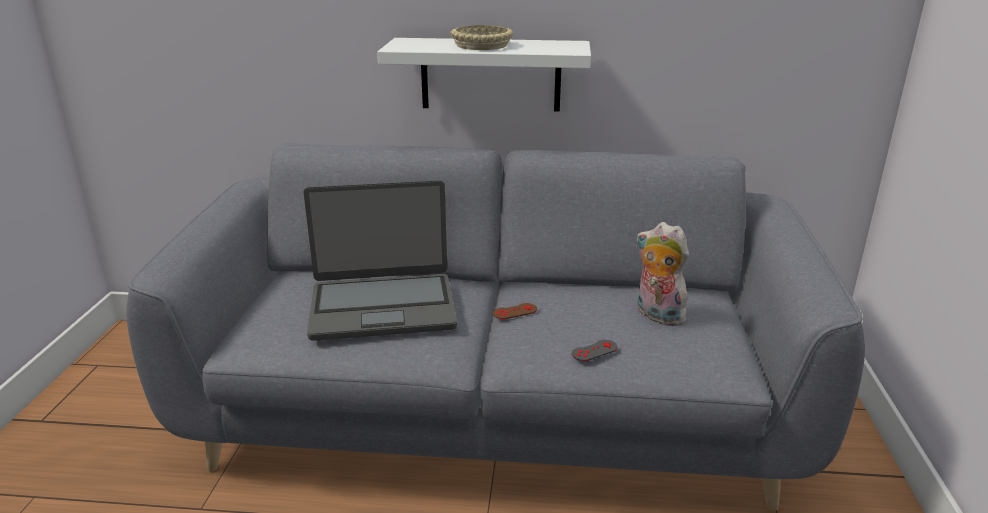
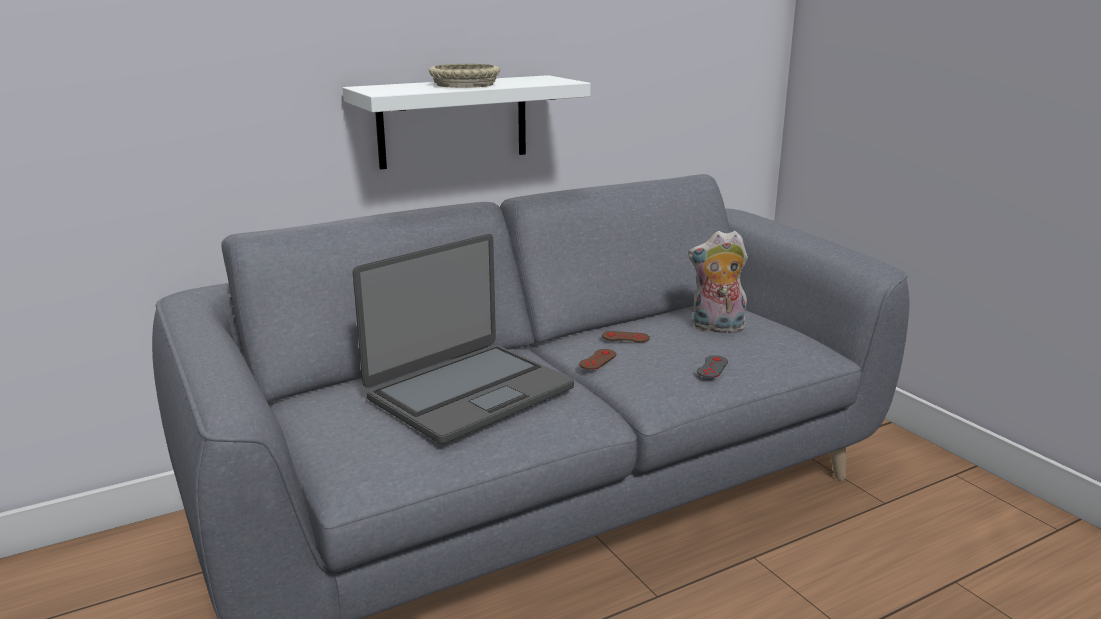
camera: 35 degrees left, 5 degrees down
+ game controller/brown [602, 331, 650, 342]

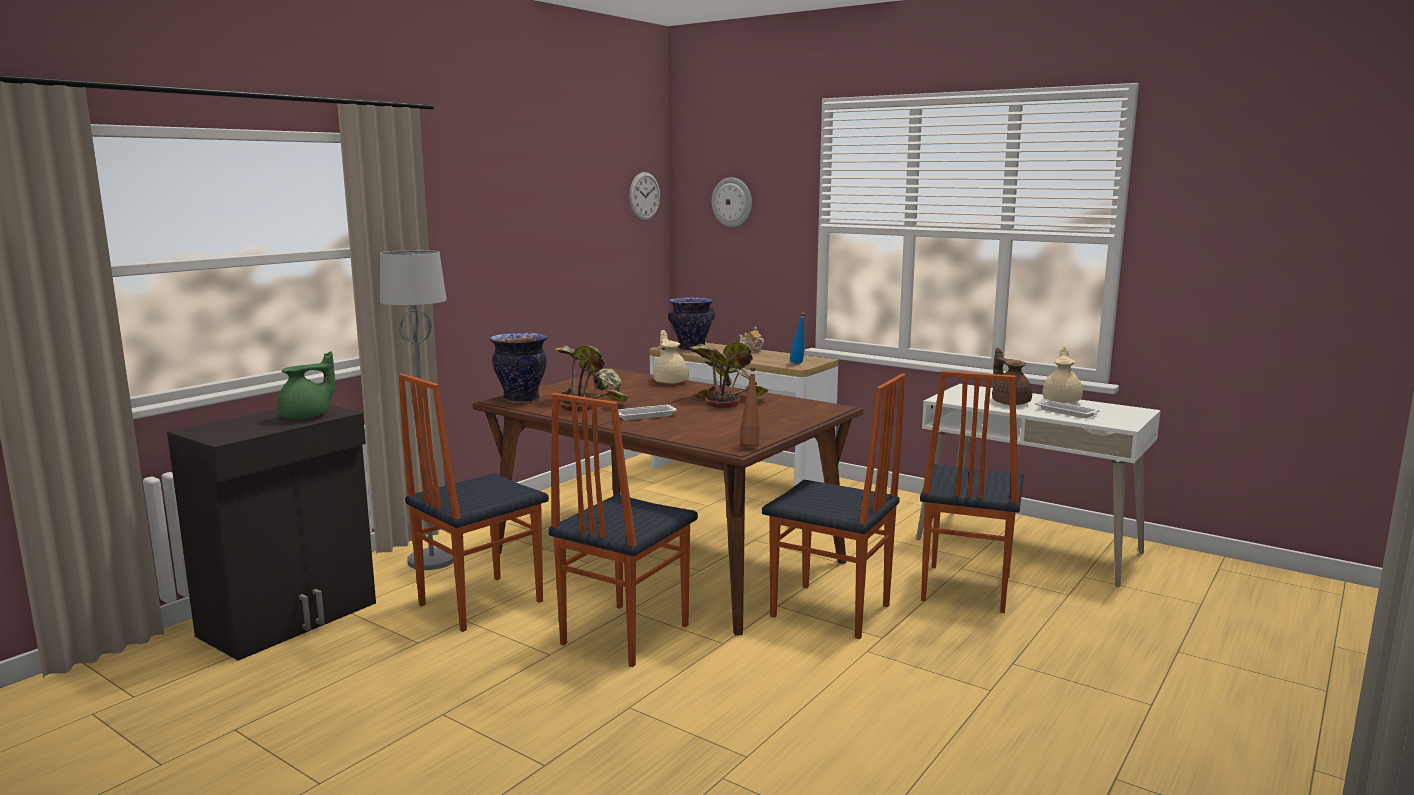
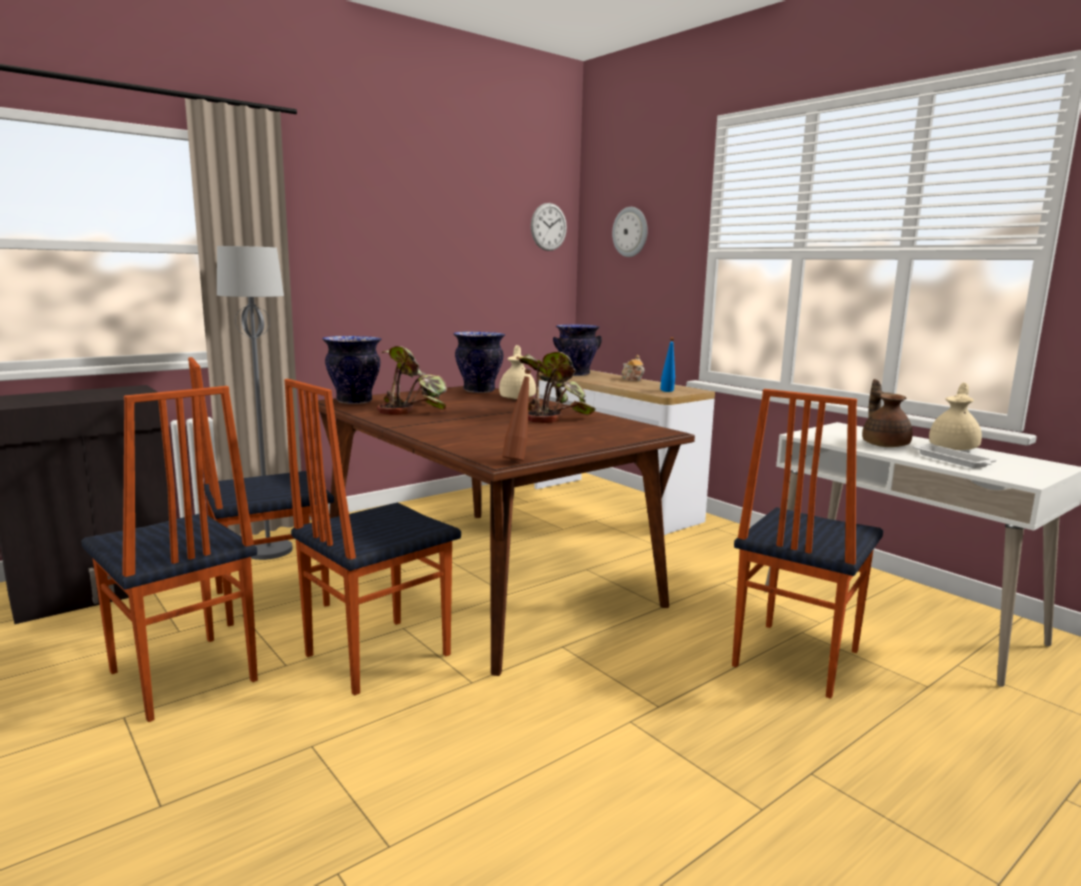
camera: 15 degrees right, 0 degrees up
- teapot/green [277, 351, 335, 419]
~ chair [762, 374, 905, 639] to [81, 386, 258, 722]
- tray/white [618, 405, 677, 420]
+ vase [453, 332, 505, 393]

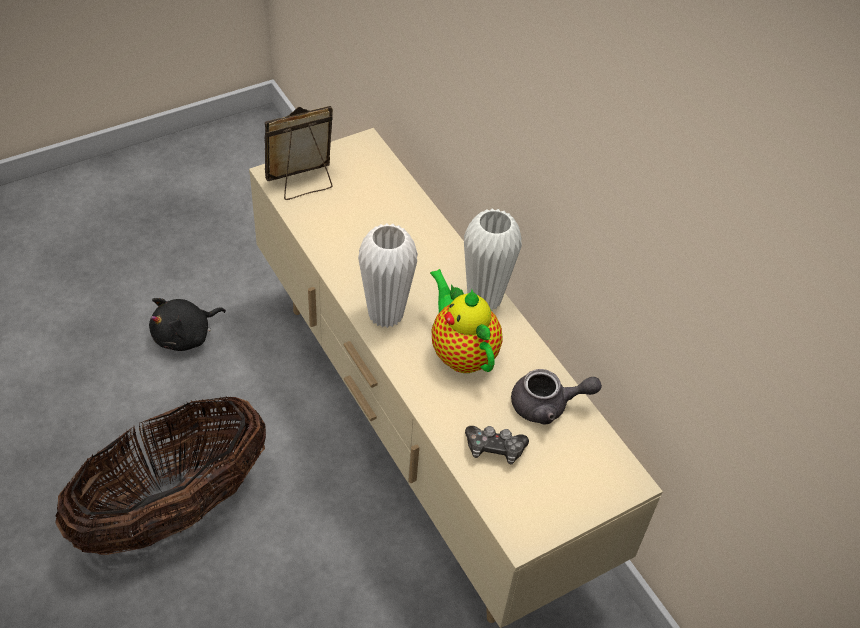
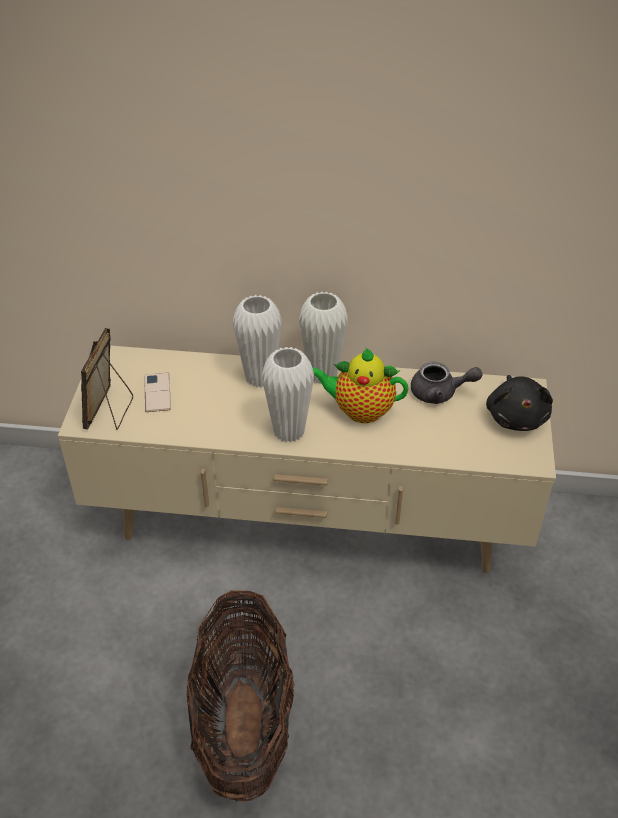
camera: 50 degrees left, 5 degrees down
~ plush toy/black [149, 298, 226, 351] to [486, 375, 553, 431]
~ teapot/grey [511, 369, 602, 424] = [411, 362, 483, 404] 60 degrees clockwise
- game controller [465, 426, 529, 464]
+ vase/white [233, 295, 282, 388]
+ phone [145, 373, 171, 412]

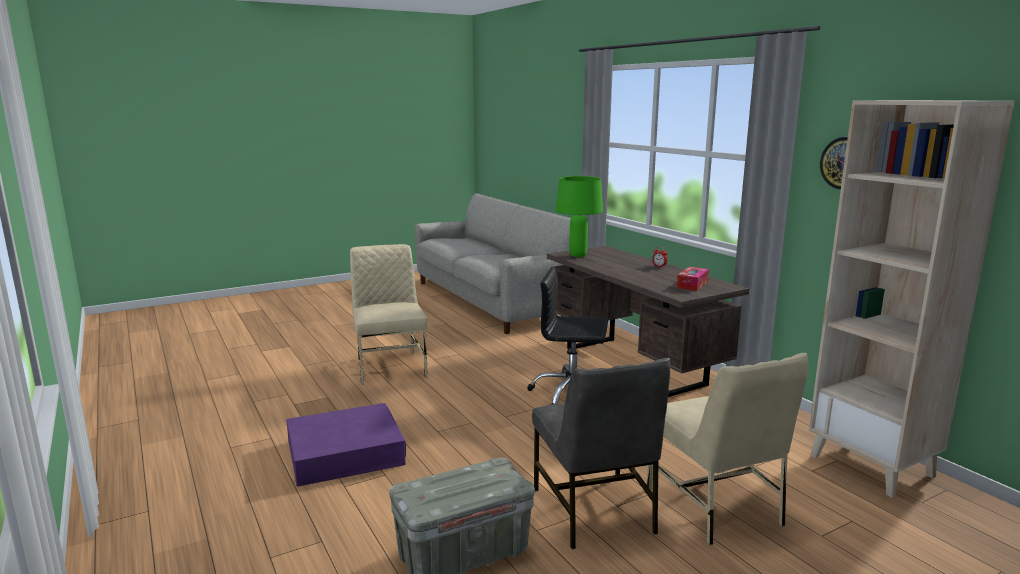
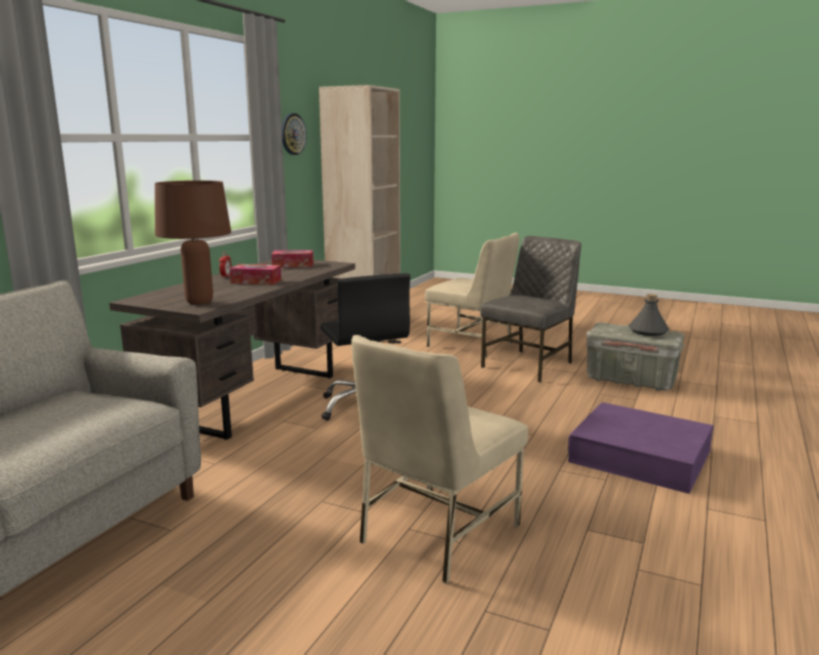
camera: 125 degrees left, 0 degrees up
~ table lamp/green [556, 176, 603, 257] to table lamp/brown [155, 180, 231, 305]
~ chair/beige [647, 353, 809, 546] = [425, 233, 519, 358] 90 degrees clockwise
+ tissue box [230, 264, 281, 285]
+ bottle/grey [628, 294, 669, 336]

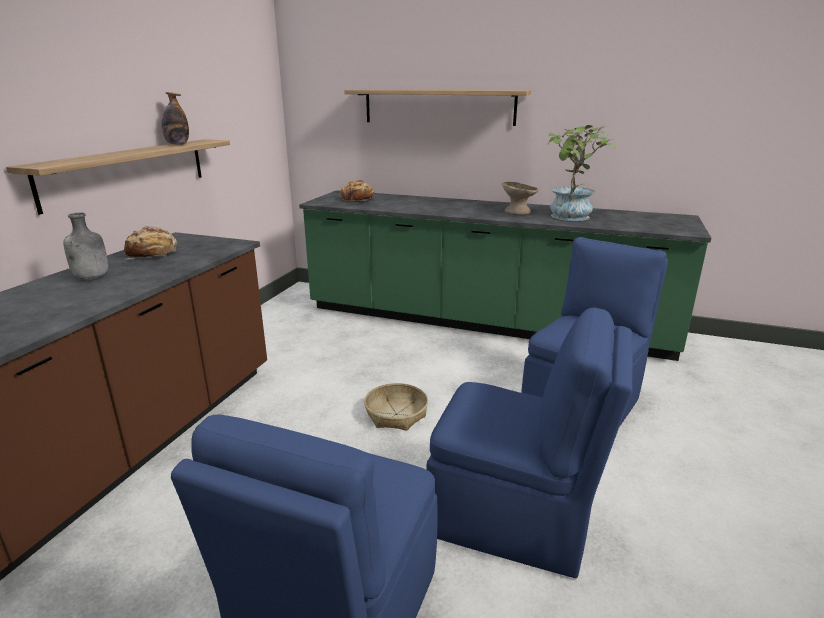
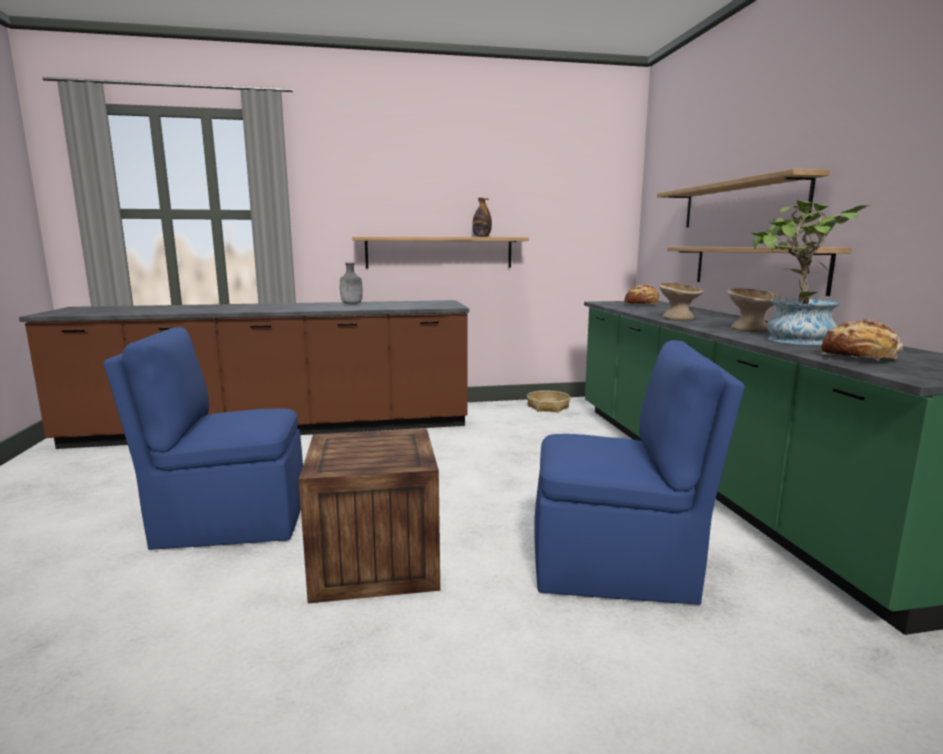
camera: 60 degrees right, 10 degrees down
~ bread [124, 226, 177, 259] to [821, 319, 903, 361]
~ chair/blue [426, 307, 633, 578] to crate [299, 428, 440, 603]
~ basket [364, 383, 428, 431] to [527, 390, 570, 412]
+ shelf [667, 247, 852, 296]
+ bowl/beige [659, 283, 704, 320]

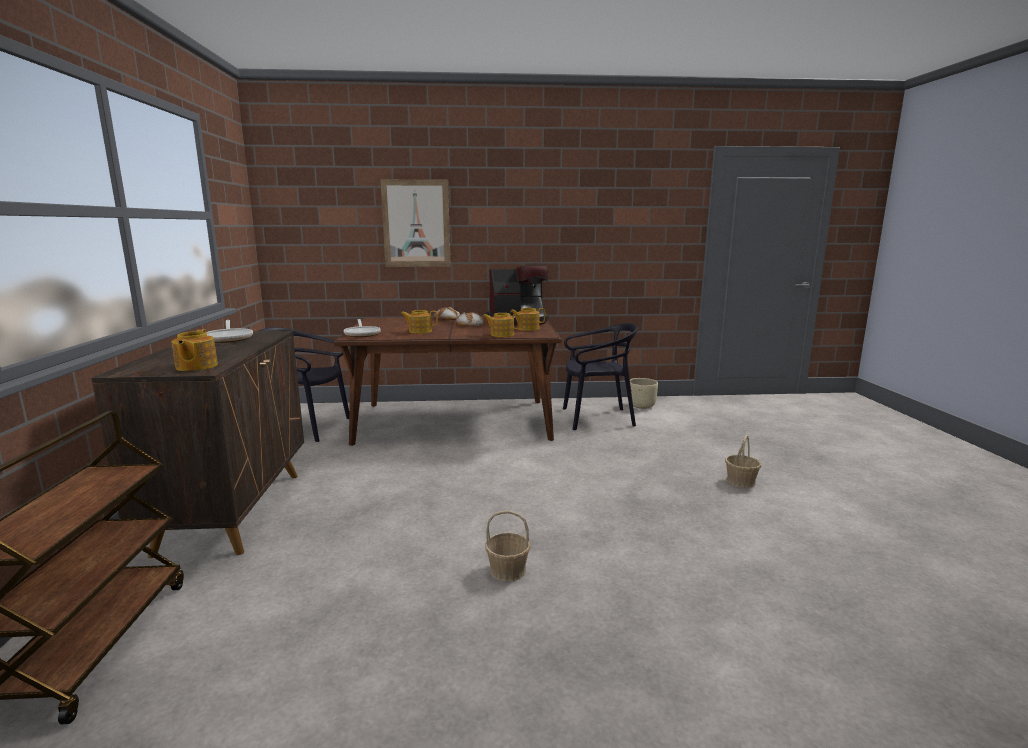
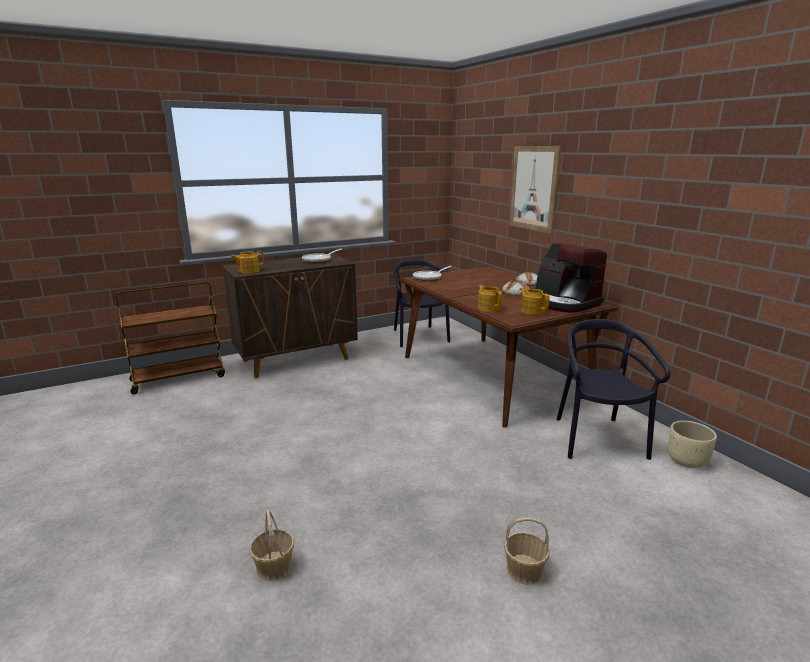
camera: 65 degrees right, 5 degrees up
- teapot [401, 310, 437, 334]
~ chair/black [563, 323, 638, 430] = [557, 319, 671, 460] 150 degrees counterclockwise
~ basket [485, 510, 531, 582] to [249, 510, 294, 581]

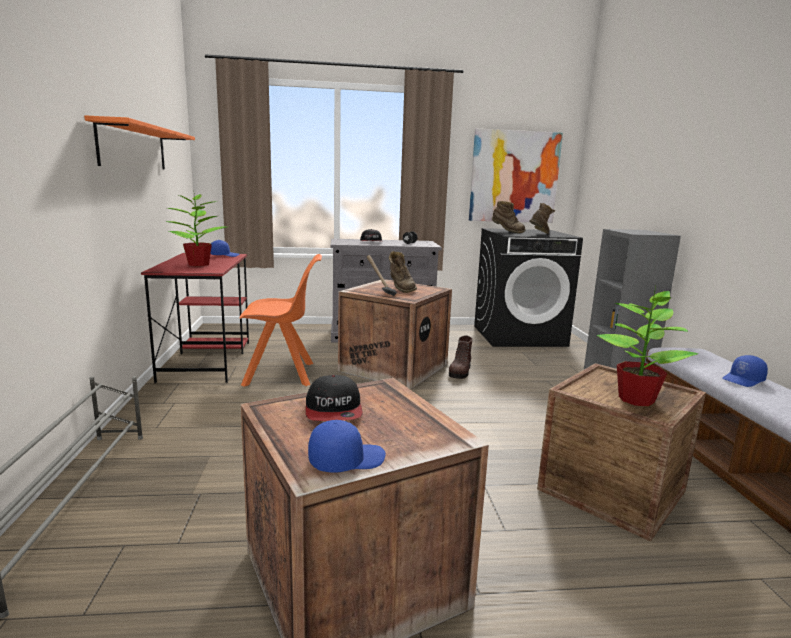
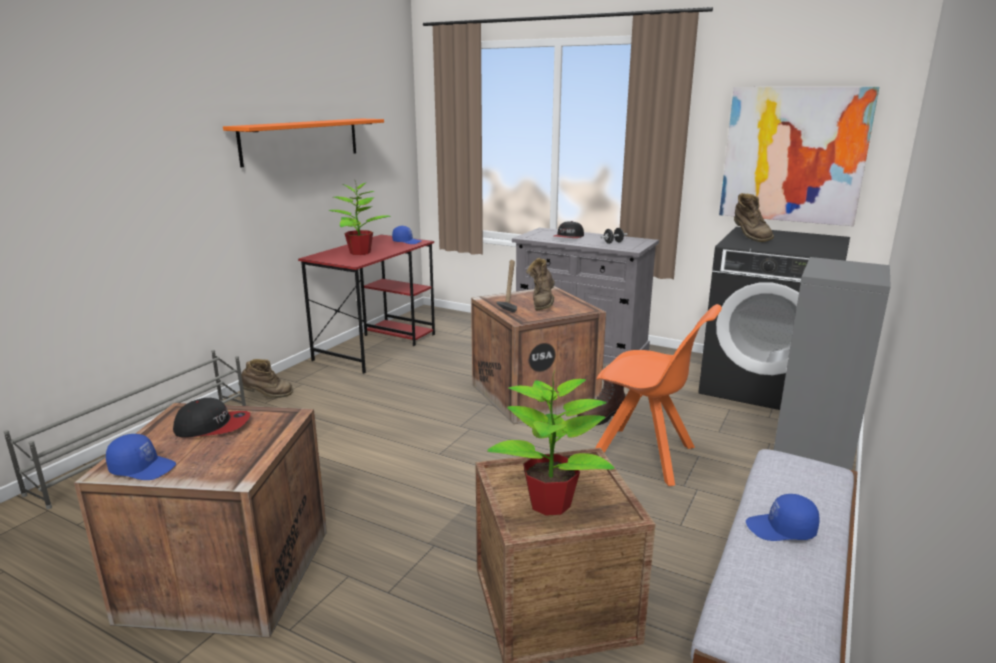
camera: 35 degrees right, 5 degrees up
~ boot/brown [529, 203, 555, 234] to [241, 359, 293, 398]
~ chair/orange [240, 254, 322, 387] to [595, 304, 722, 486]
~ cap [306, 375, 363, 421] = [173, 398, 250, 438] 120 degrees counterclockwise

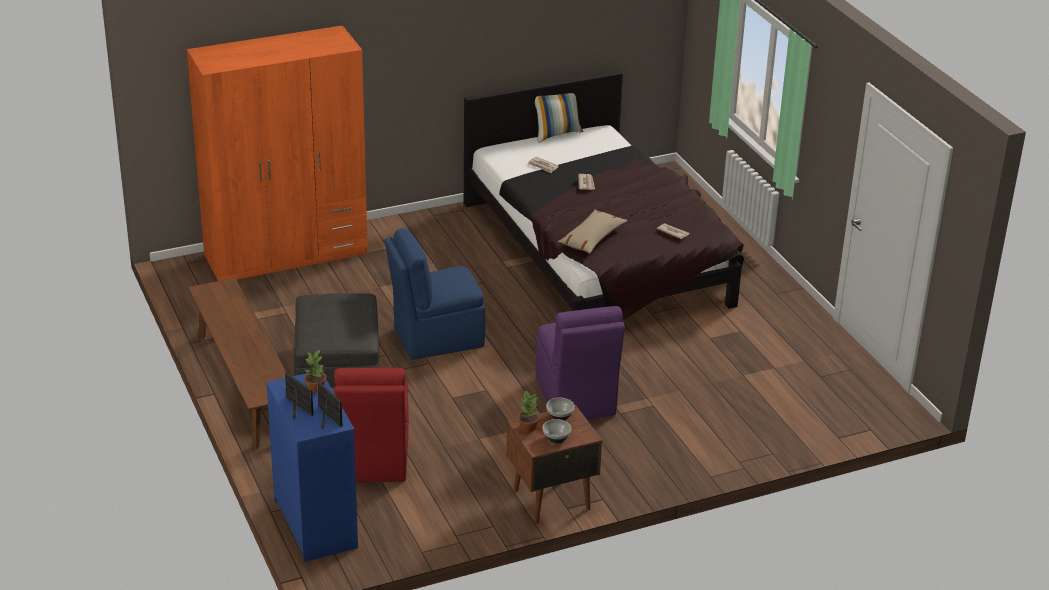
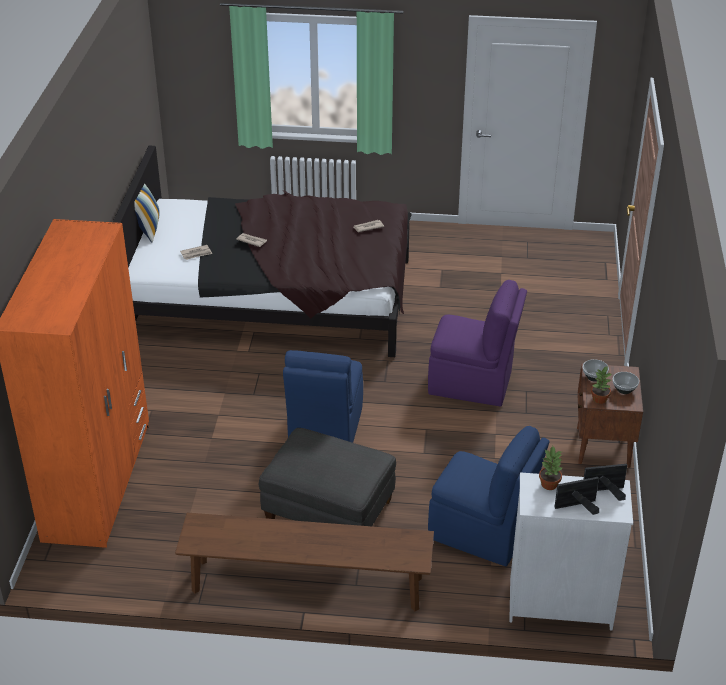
camera: 60 degrees left, 5 degrees up
- pillow/beige [558, 210, 628, 254]
~ chair/red [334, 368, 409, 482] to chair/blue [428, 426, 549, 566]
~ dresser/blue [266, 373, 358, 562] to dresser/white [509, 472, 633, 631]

